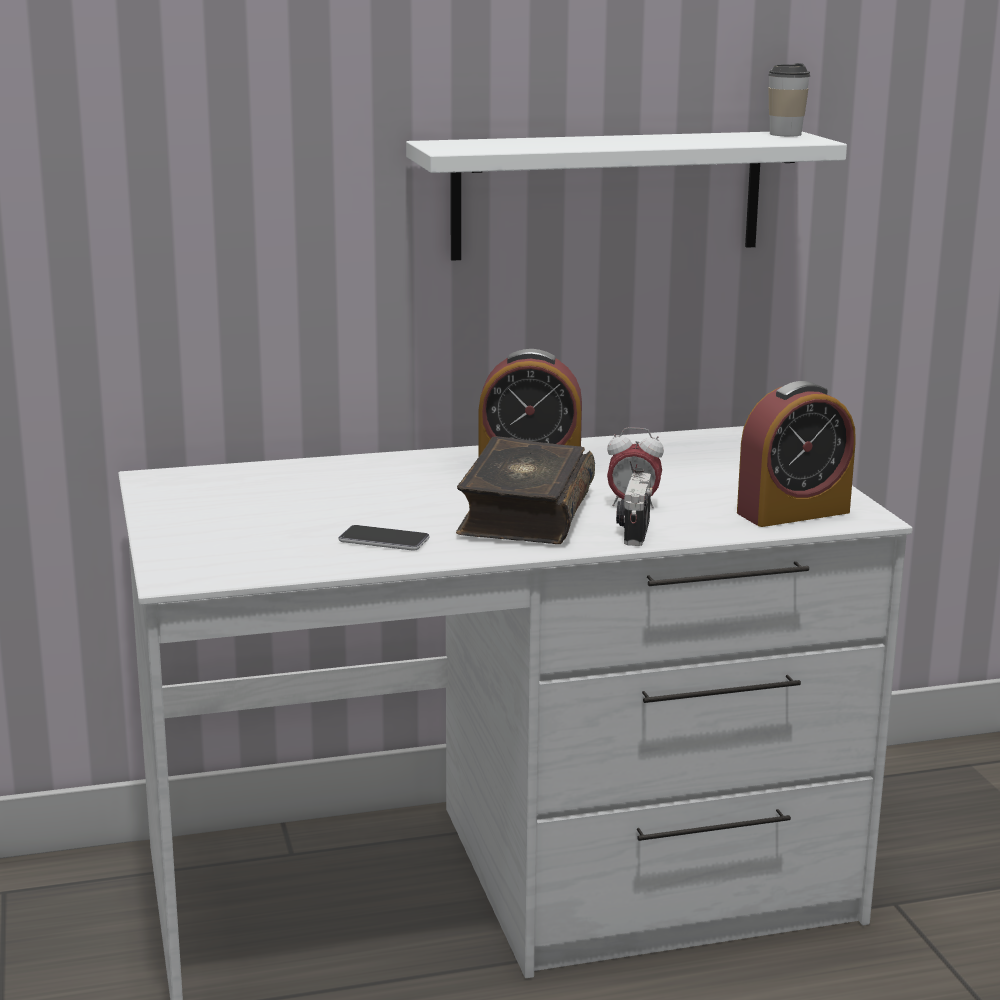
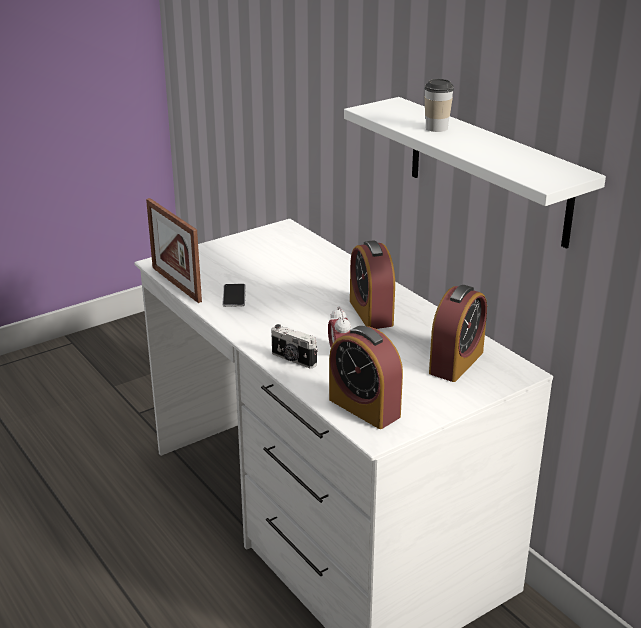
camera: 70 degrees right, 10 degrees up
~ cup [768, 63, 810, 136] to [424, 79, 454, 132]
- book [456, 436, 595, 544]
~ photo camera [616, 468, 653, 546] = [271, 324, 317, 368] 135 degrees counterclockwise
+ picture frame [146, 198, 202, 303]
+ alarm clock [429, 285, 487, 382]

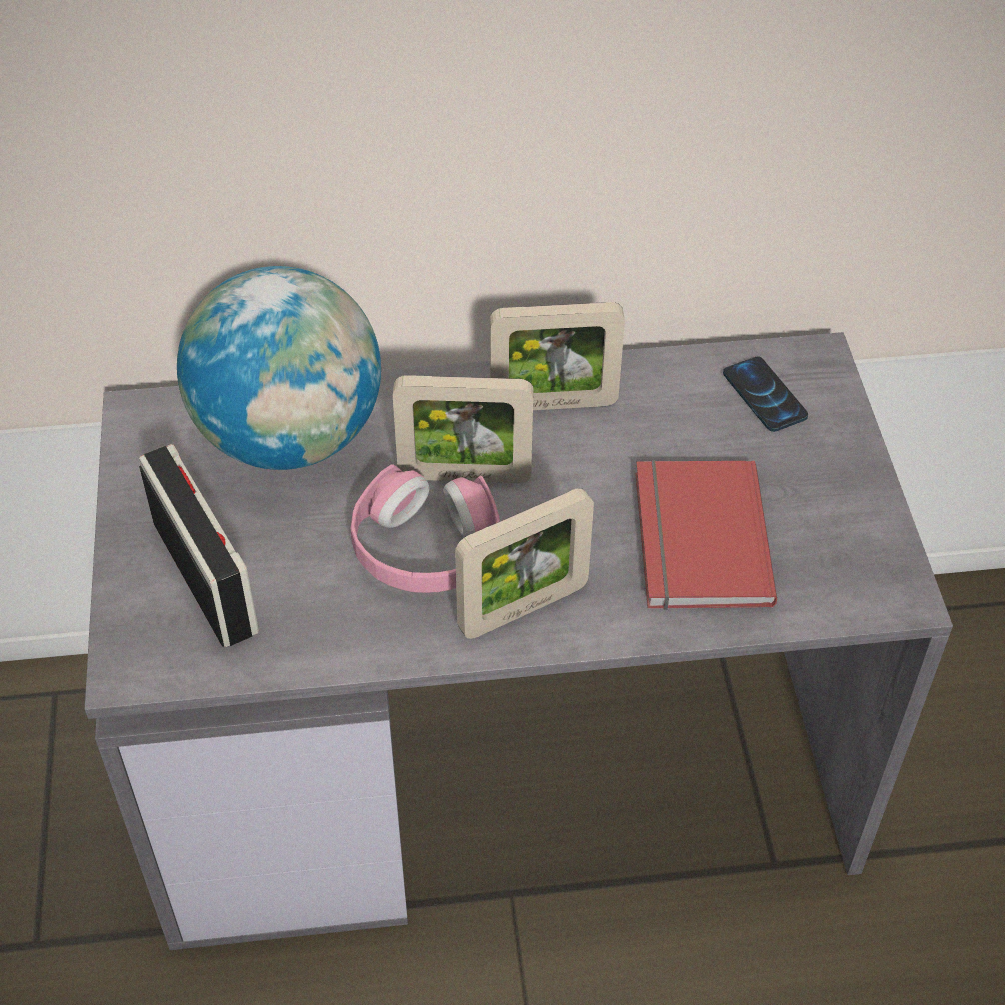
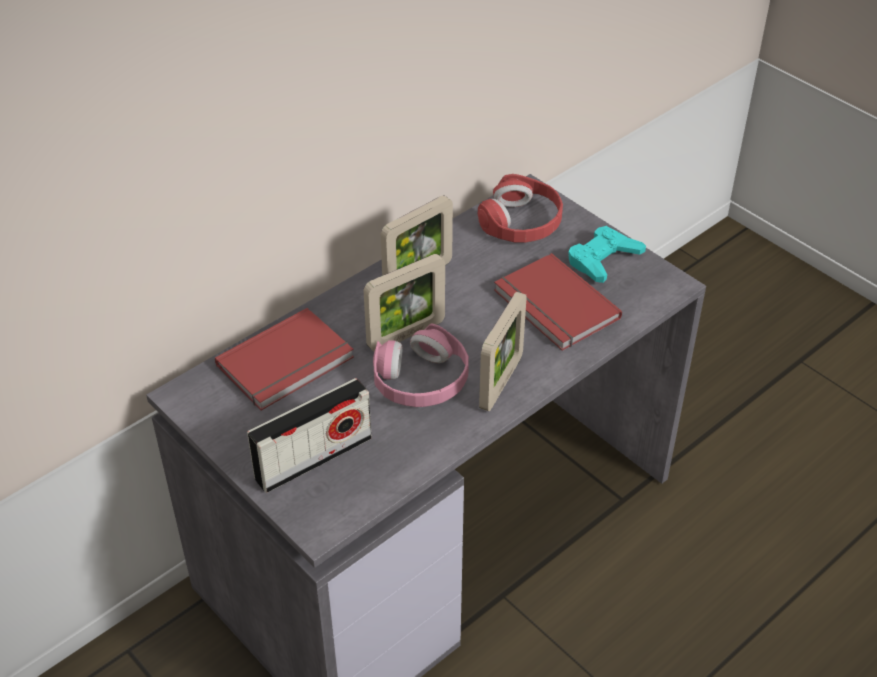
camera: 35 degrees left, 5 degrees down
~ globe [177, 266, 381, 470] to book/red [215, 308, 354, 410]
~ phone [723, 356, 808, 432] to headphones/red [478, 174, 563, 243]
~ radio [139, 444, 259, 647] = [247, 378, 372, 493] 120 degrees clockwise
+ game controller/turquoise [568, 226, 646, 283]

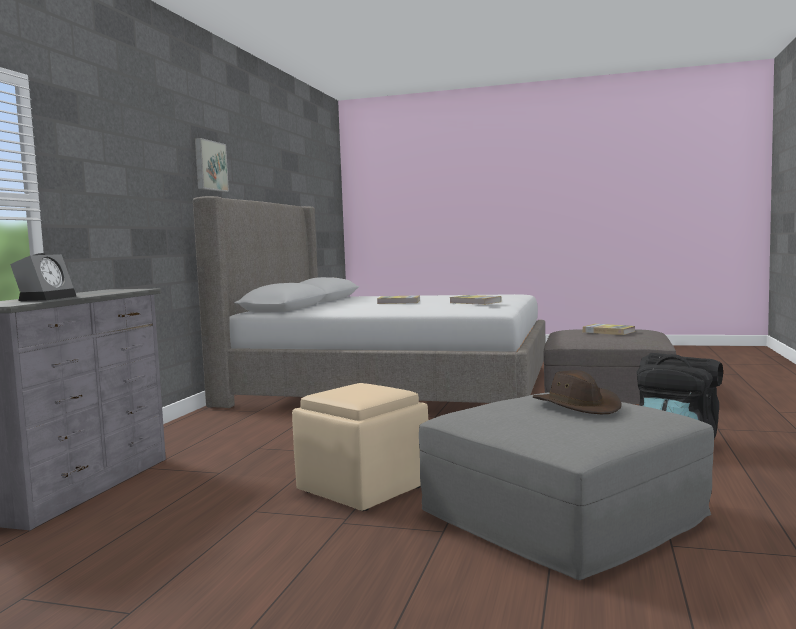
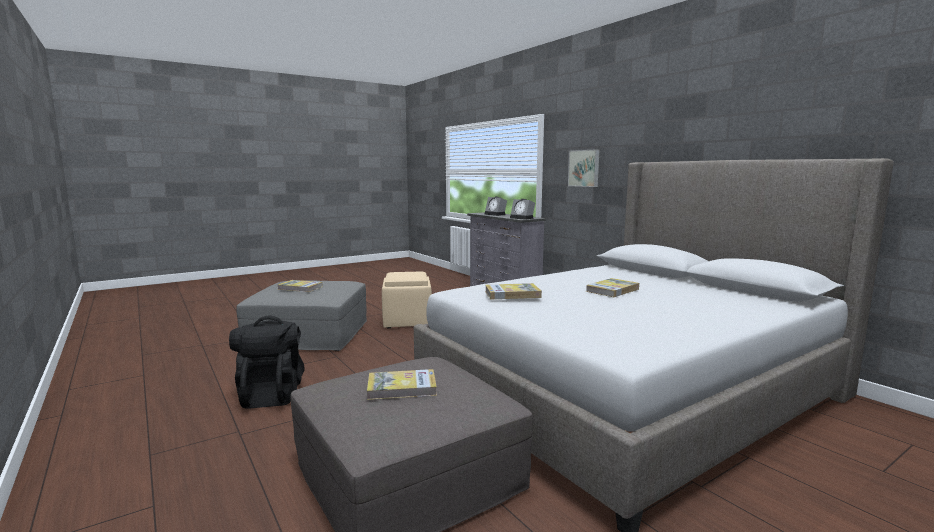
camera: 130 degrees right, 5 degrees up
~ picture [195, 138, 229, 192] to [568, 149, 599, 187]
~ hat/brown [533, 370, 622, 414] to book [278, 280, 323, 292]
+ alarm clock [510, 199, 535, 220]

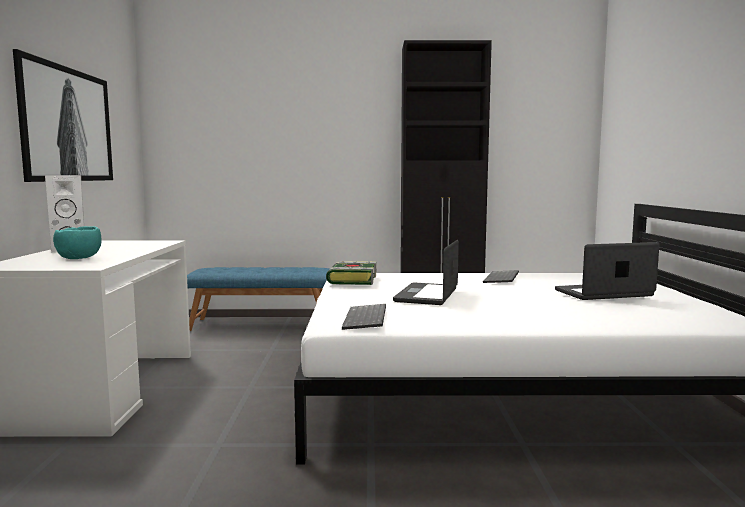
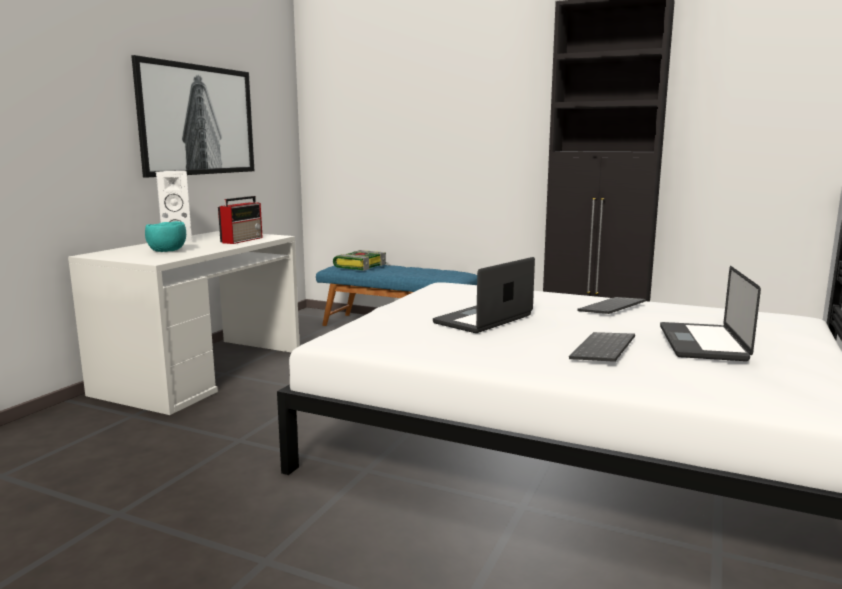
camera: 25 degrees right, 5 degrees up
~ laptop [555, 242, 659, 300] = [660, 266, 761, 361] 90 degrees counterclockwise
~ book [326, 261, 377, 285] to [333, 250, 386, 271]
~ keyboard [342, 304, 386, 330] to [569, 332, 635, 362]
+ radio [218, 196, 263, 244]

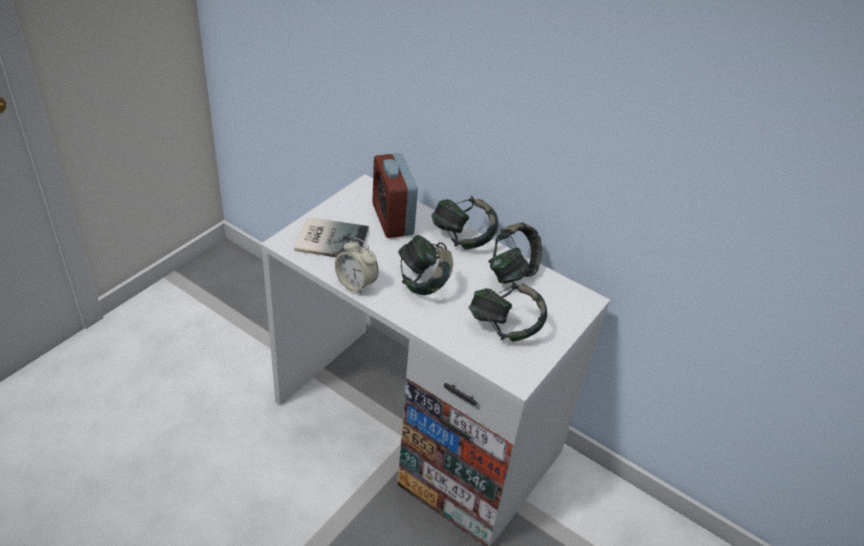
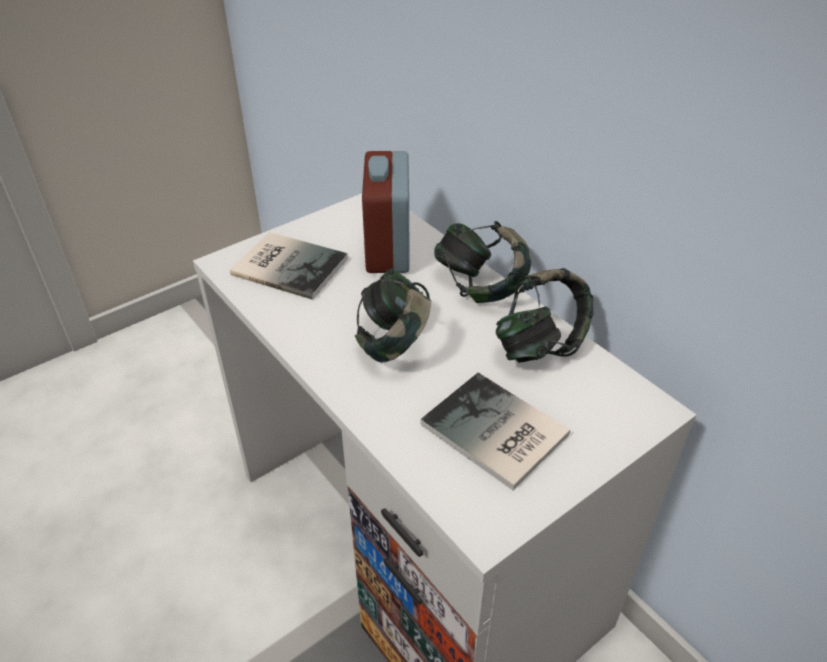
camera: 20 degrees right, 0 degrees up
- alarm clock [335, 238, 379, 294]
~ headphones [469, 281, 547, 342] to book [421, 372, 570, 490]

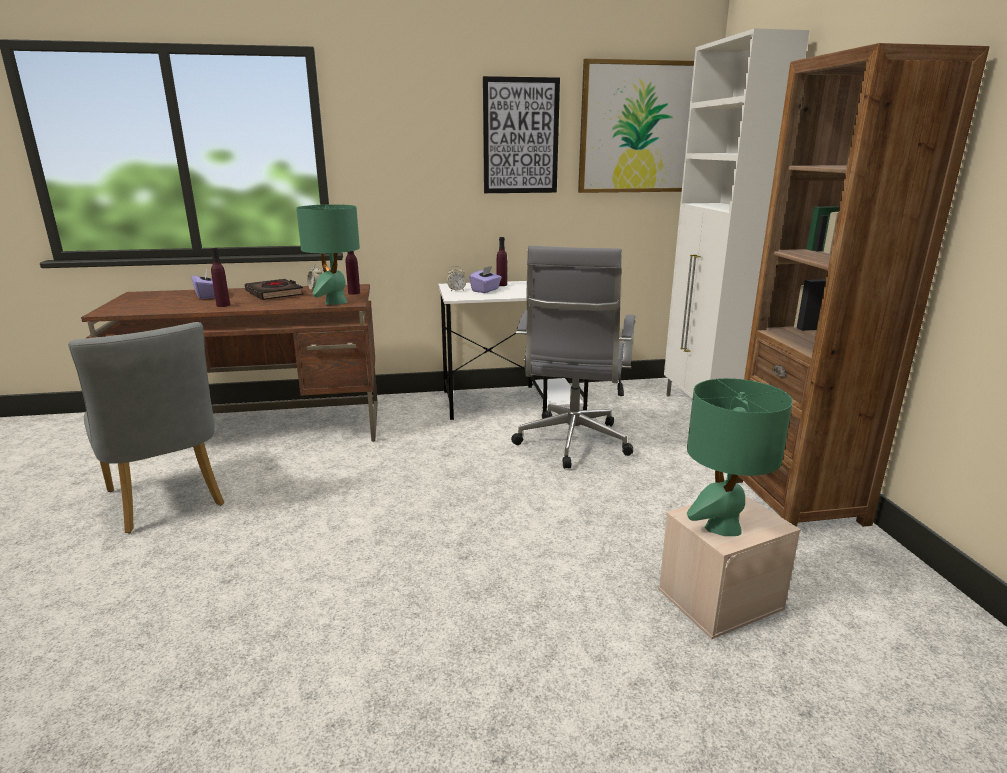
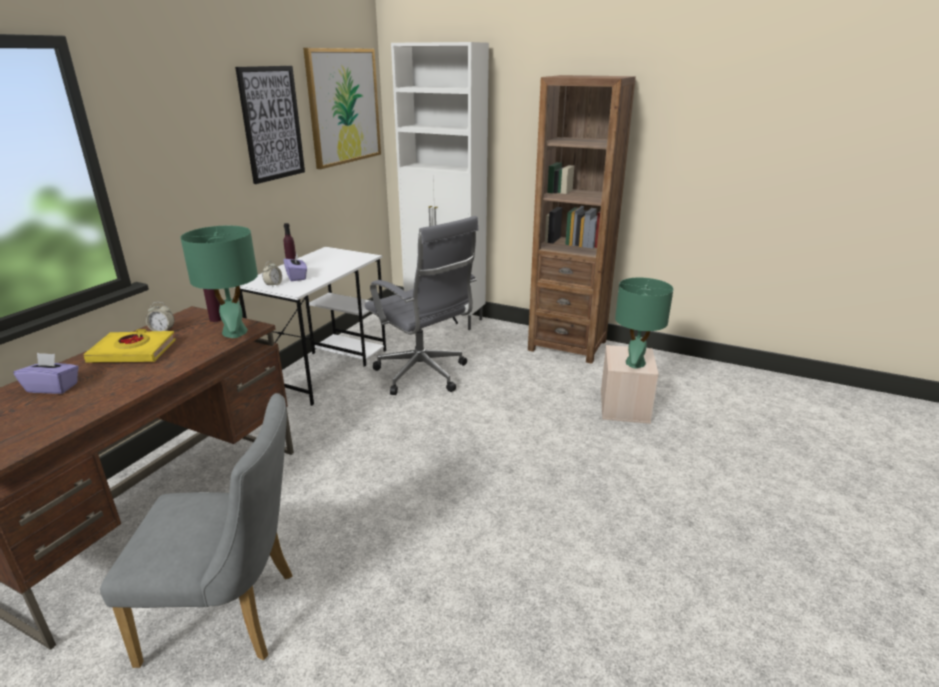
camera: 55 degrees left, 5 degrees up
- bottle/purple [211, 248, 230, 307]
~ book/black [245, 279, 304, 300] to book/yellow [83, 329, 176, 363]

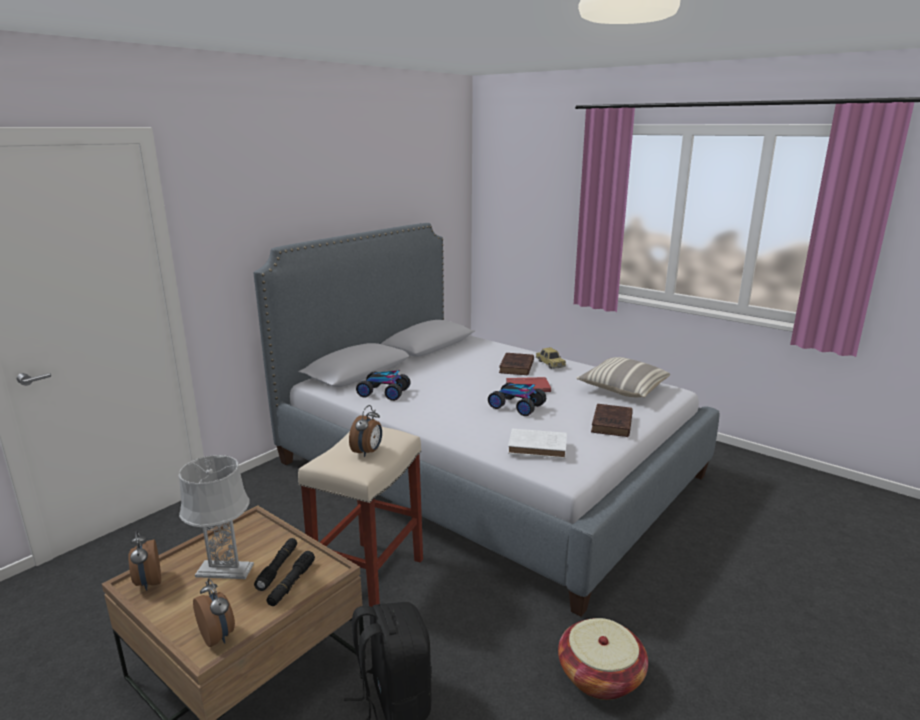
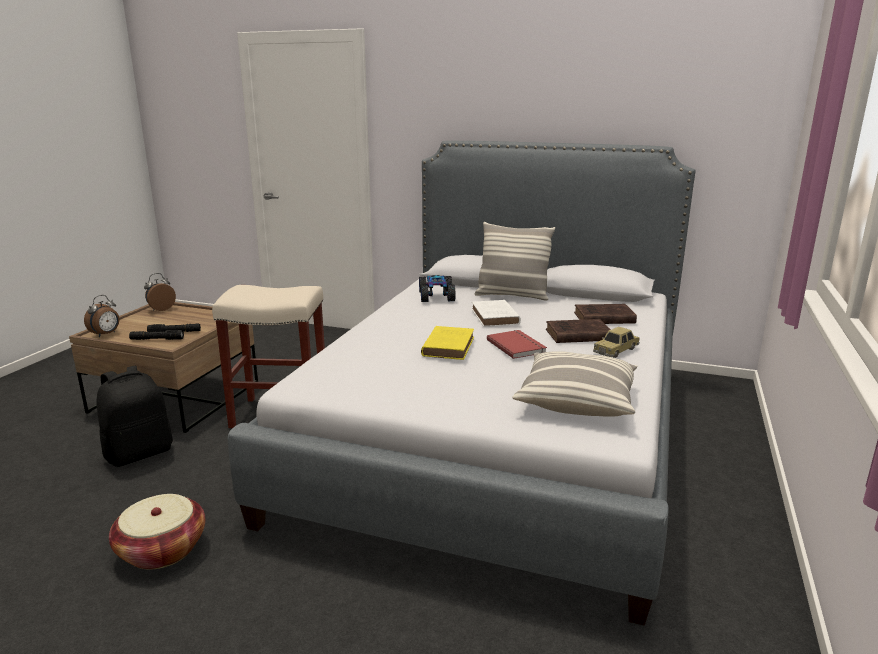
camera: 70 degrees right, 0 degrees up
~ toy car [488, 382, 546, 416] to book/yellow [421, 326, 474, 360]
~ book/brown [591, 404, 633, 437] to [574, 304, 637, 324]
- alarm clock [349, 405, 382, 457]
~ book/white [508, 429, 567, 459] to [472, 300, 521, 327]
- table lamp/grey [179, 455, 254, 579]
+ pillow [474, 222, 555, 301]

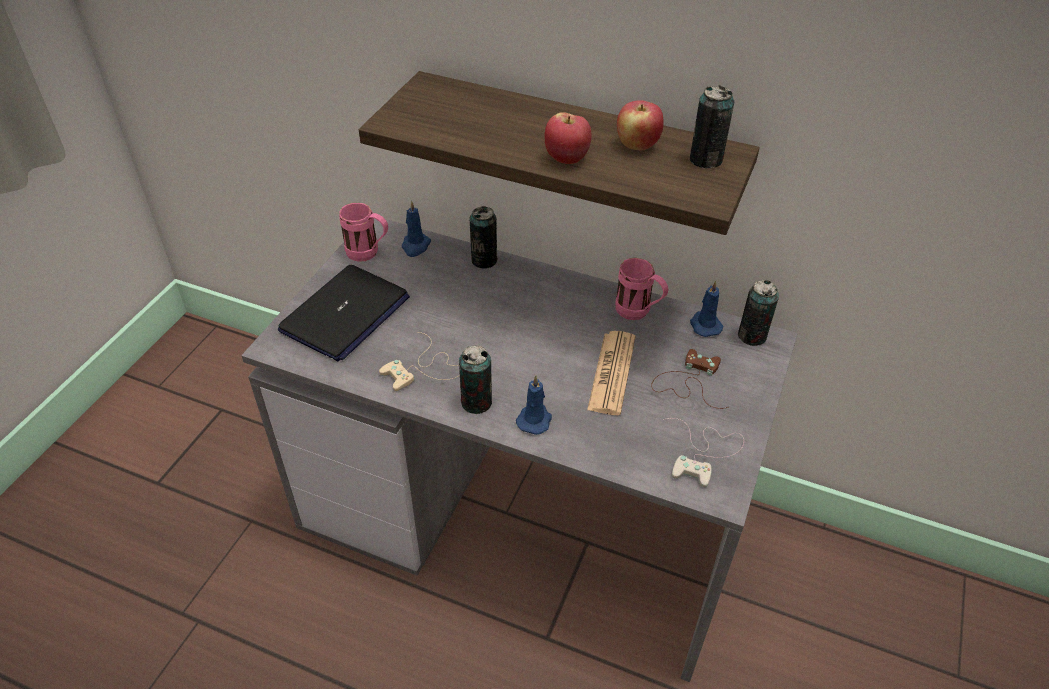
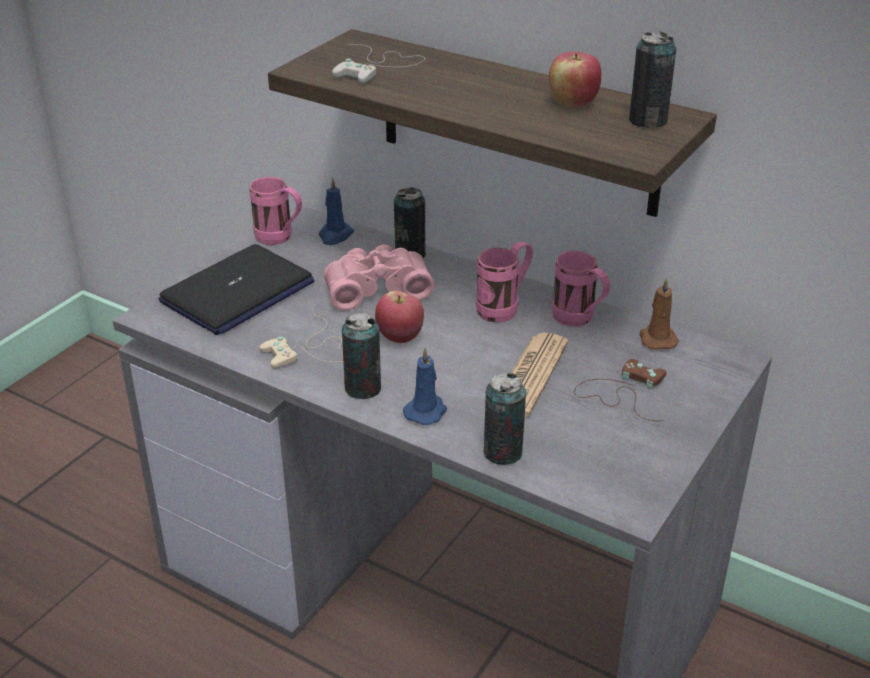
camera: 10 degrees right, 10 degrees down
~ apple [544, 112, 592, 164] to [375, 291, 424, 343]
~ candle/blue [690, 280, 723, 337] to candle/brown [640, 277, 679, 350]
~ can [738, 280, 779, 346] to [483, 373, 526, 465]
~ game controller/white [663, 418, 744, 487] to [332, 44, 425, 84]
+ mug/pink [476, 242, 533, 323]
+ binoculars/pink [324, 245, 434, 311]

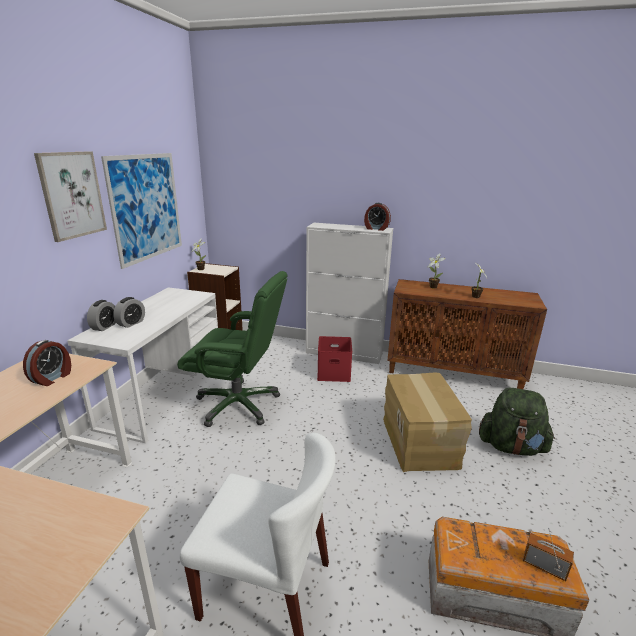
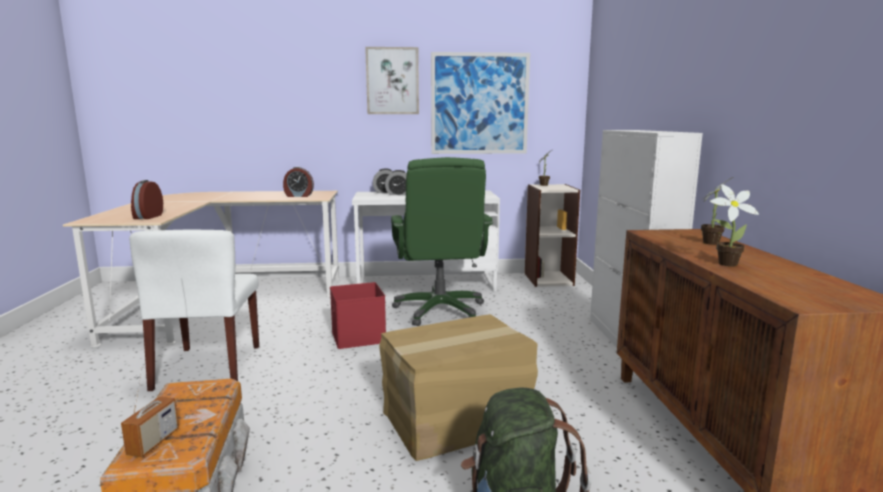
camera: 70 degrees right, 10 degrees down
~ alarm clock [364, 203, 391, 231] to [131, 180, 163, 219]
~ storage box/red [317, 336, 352, 382] to [330, 282, 386, 349]

